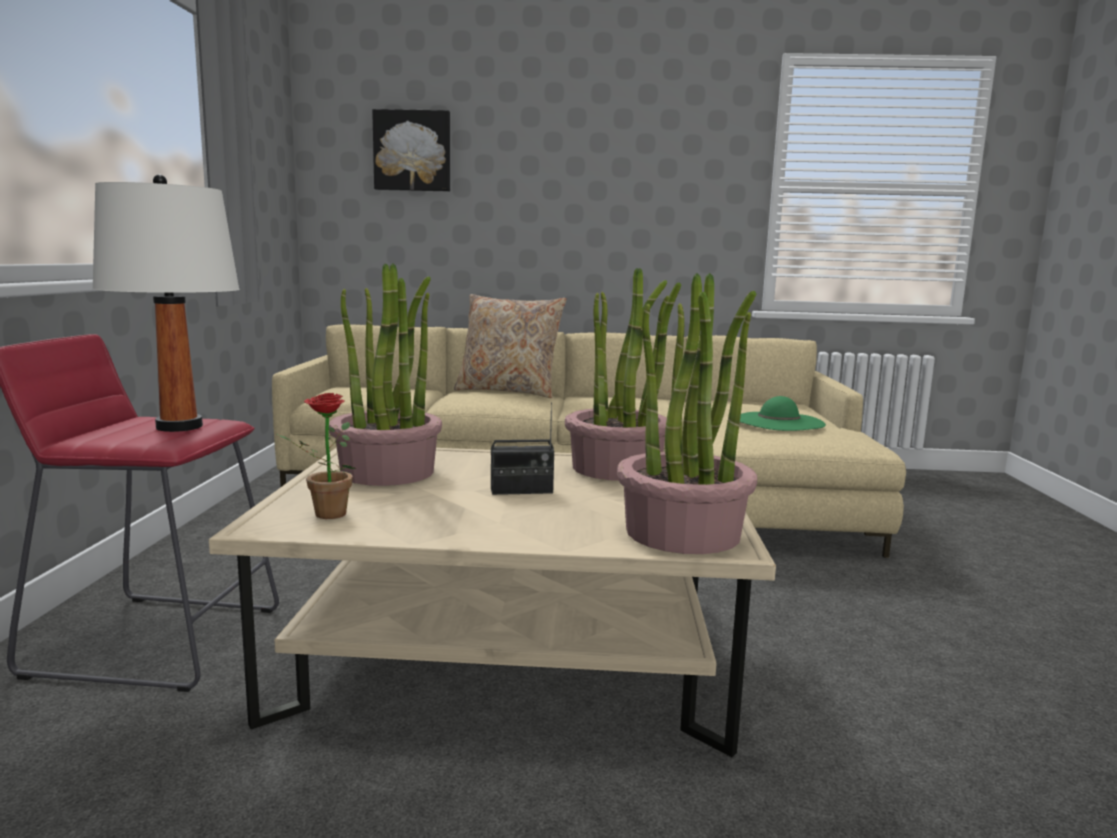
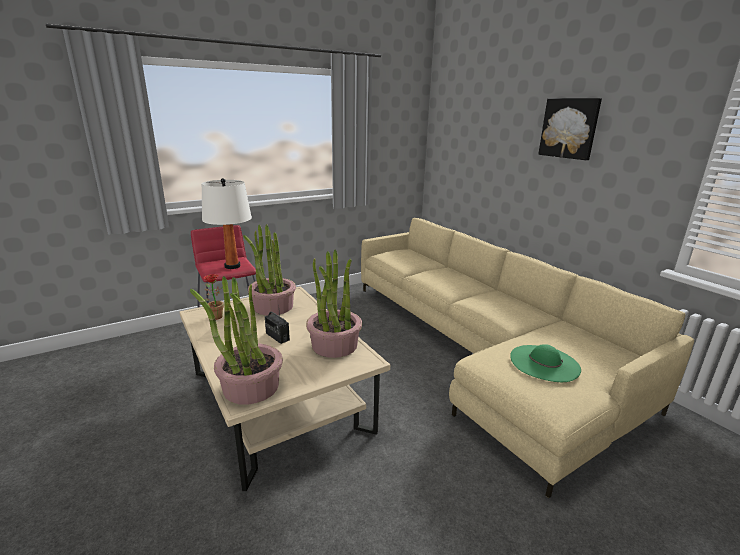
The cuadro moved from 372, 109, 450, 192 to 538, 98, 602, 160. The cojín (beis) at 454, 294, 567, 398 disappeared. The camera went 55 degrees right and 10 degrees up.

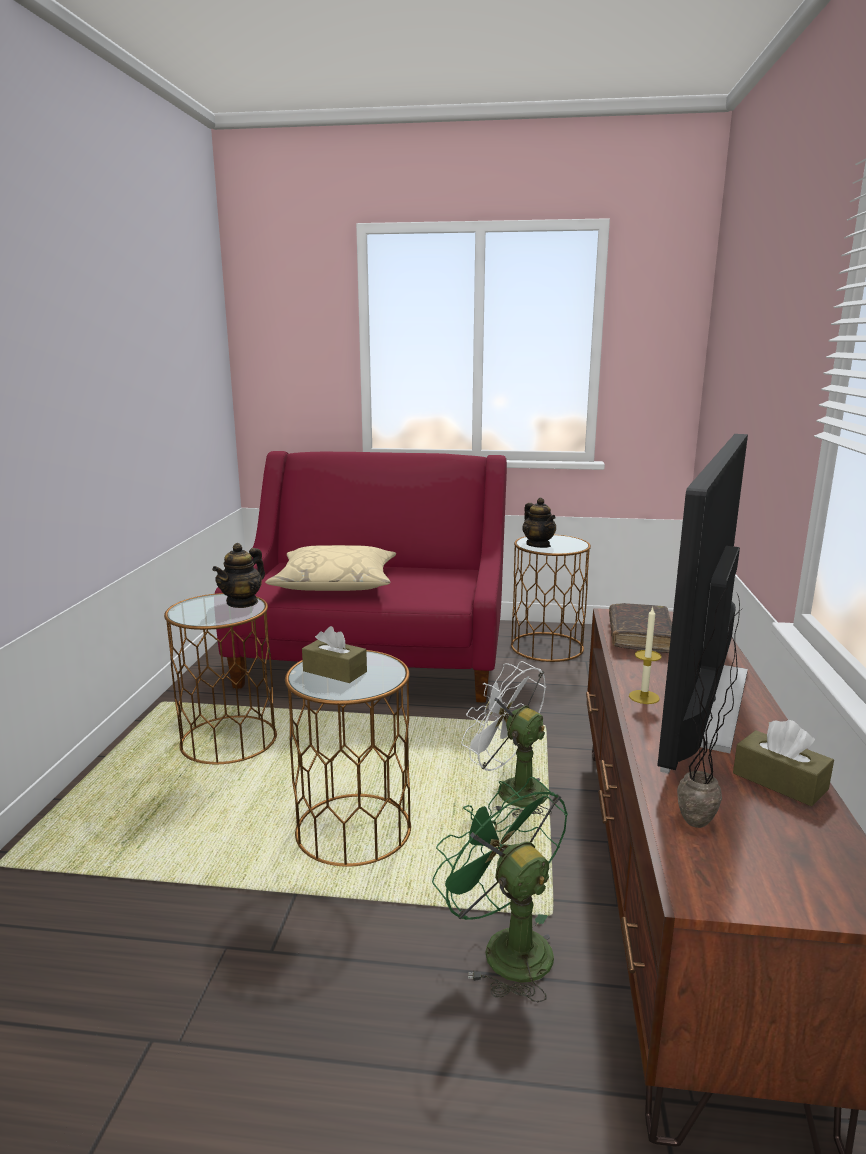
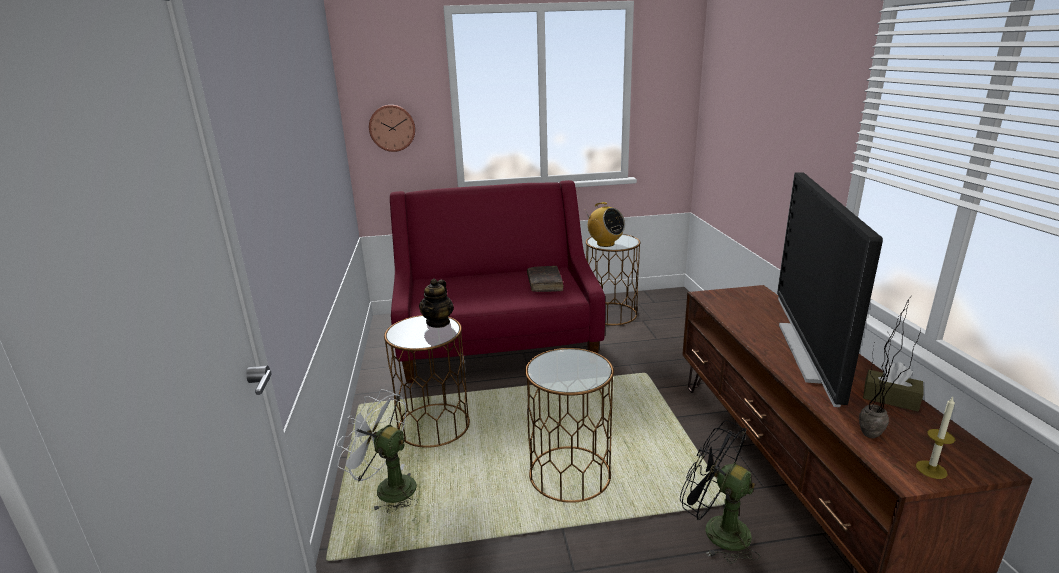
The cojín (beis) at 265, 545, 396, 591 disappeared. The caja de pañuelos (marrón) at 302, 626, 367, 683 disappeared. The ventilador (verde) at 432, 777, 568, 1003 became the ventilador (negro) at 680, 420, 760, 564. The ventilador (blanco) moved from 462, 661, 552, 816 to 337, 389, 418, 513. The tetera at 522, 498, 556, 548 was replaced by the radio at 586, 202, 625, 247. The libro (marrón) moved from 609, 603, 672, 653 to 527, 266, 563, 292. The vela moved from 629, 606, 661, 704 to 916, 397, 955, 479. The reloj de pared at 369, 105, 415, 152 appeared. The camera went 15 degrees left and 5 degrees up.

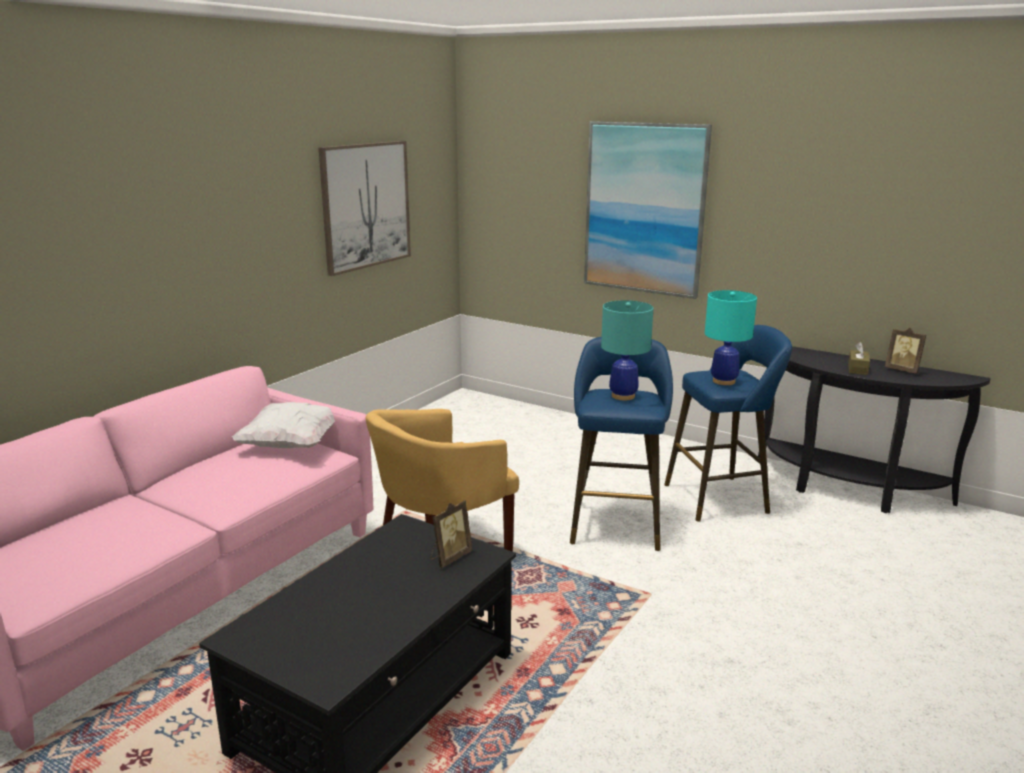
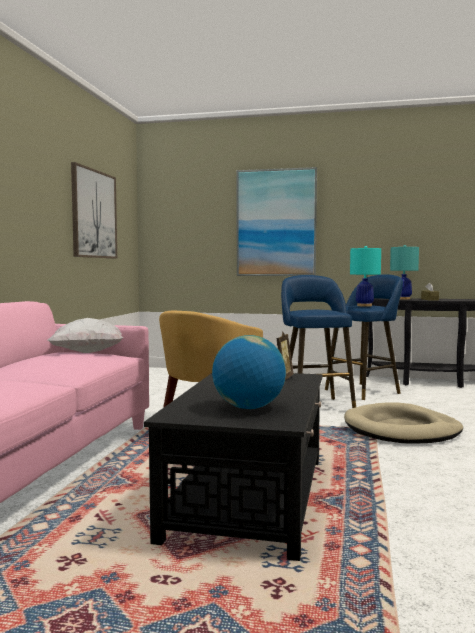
The lámpara de mesa (turquesa) moved from 601, 300, 654, 400 to 390, 245, 419, 300. The portarretratos at 885, 328, 926, 374 disappeared. The globo terráqueo at 212, 335, 286, 409 appeared. The cama para perro (beis) at 344, 402, 463, 444 appeared. The camera went 20 degrees left and 15 degrees down.

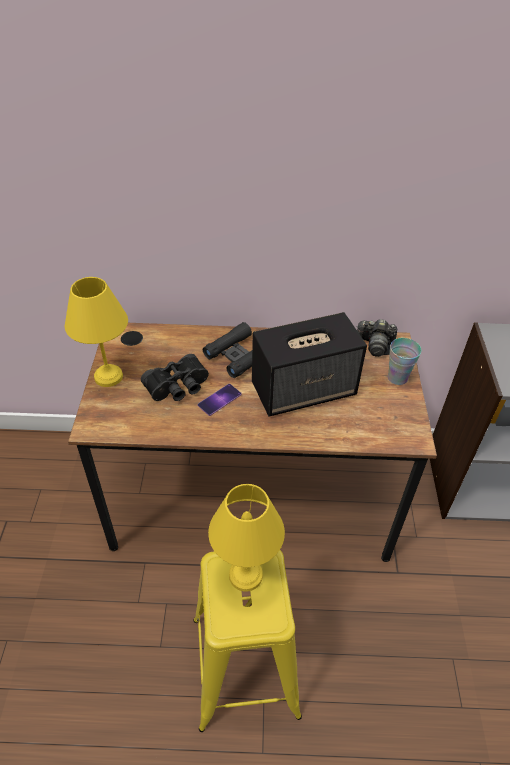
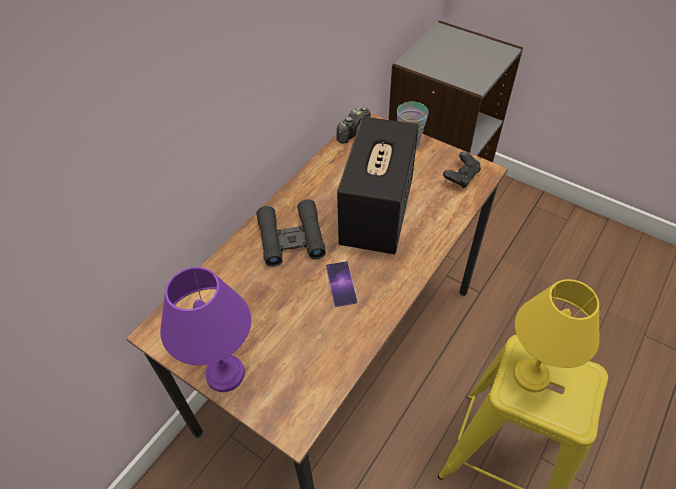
The lámpara de mesa (amarillo) at 65, 277, 128, 387 became the lámpara de mesa (morado) at 160, 267, 251, 392. The prismáticos (negro) at 141, 354, 209, 401 disappeared. The mando de consola (negro) at 443, 152, 481, 188 appeared. The camera went 55 degrees left and 5 degrees up.

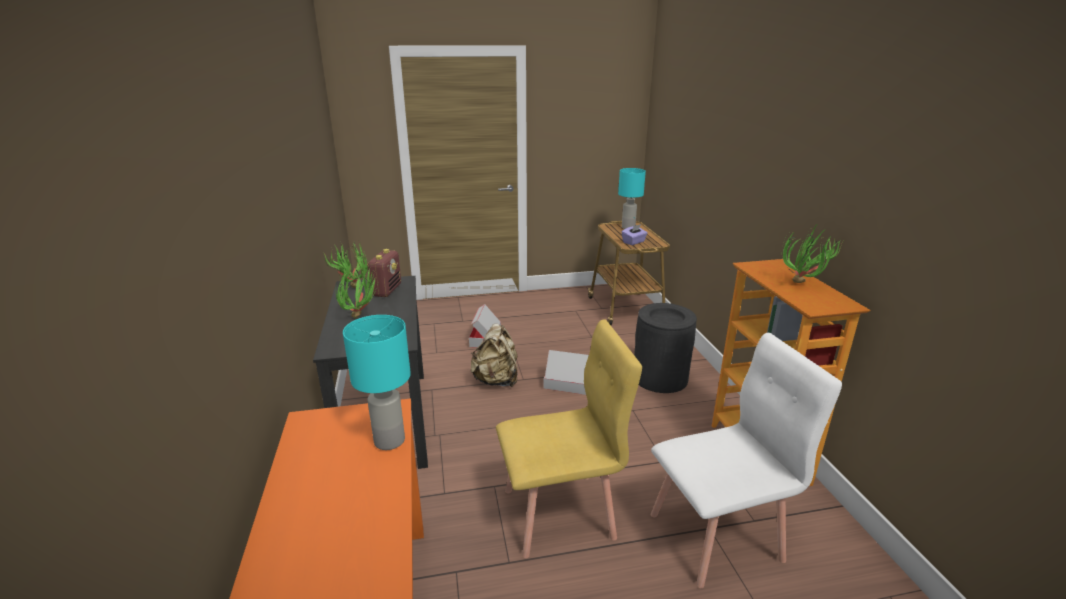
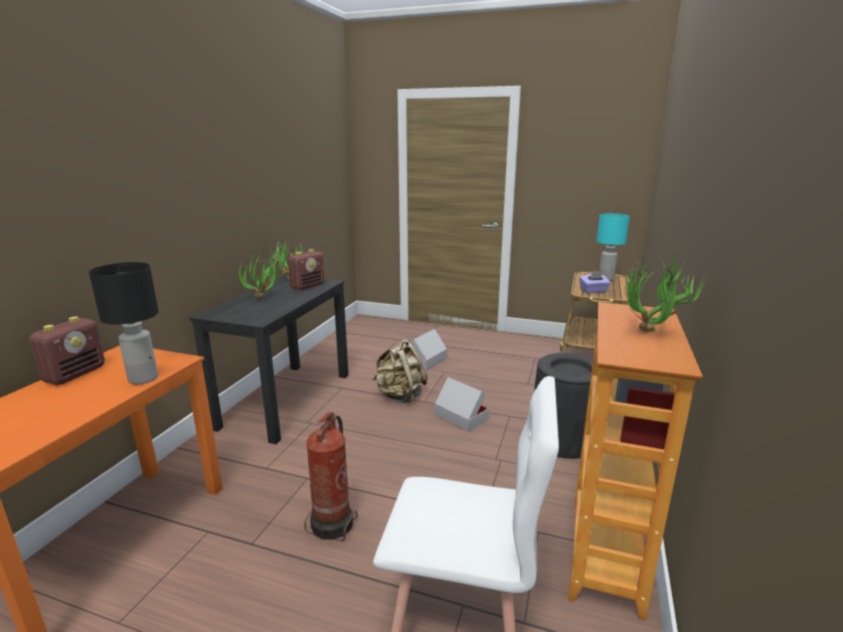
The lámpara de mesa (turquesa) at 343, 315, 411, 450 became the lámpara de mesa (negro) at 89, 262, 159, 385. The silla (amarillo) at 496, 320, 642, 558 was replaced by the extintor at 304, 412, 358, 541. The radio at 29, 316, 105, 385 appeared. The camera went 30 degrees right and 5 degrees down.

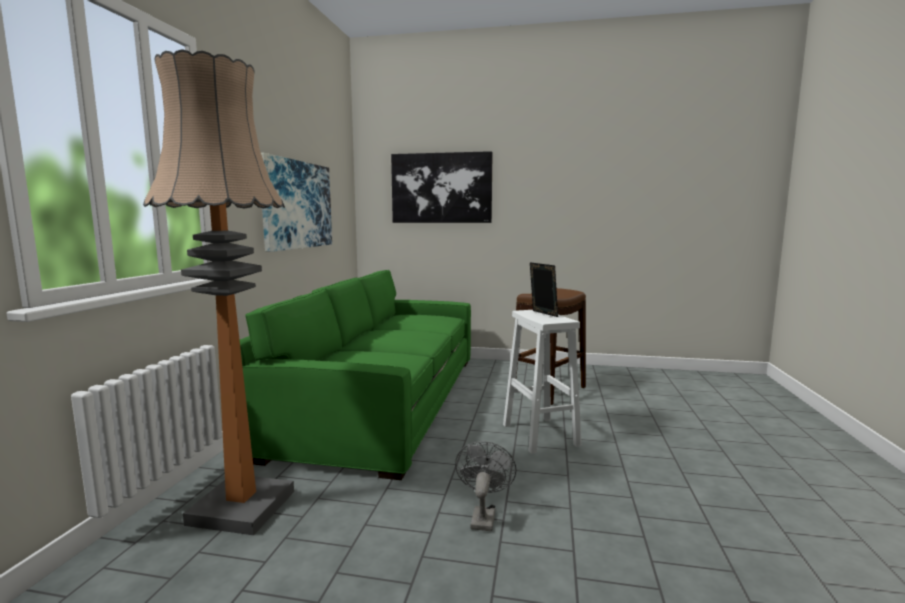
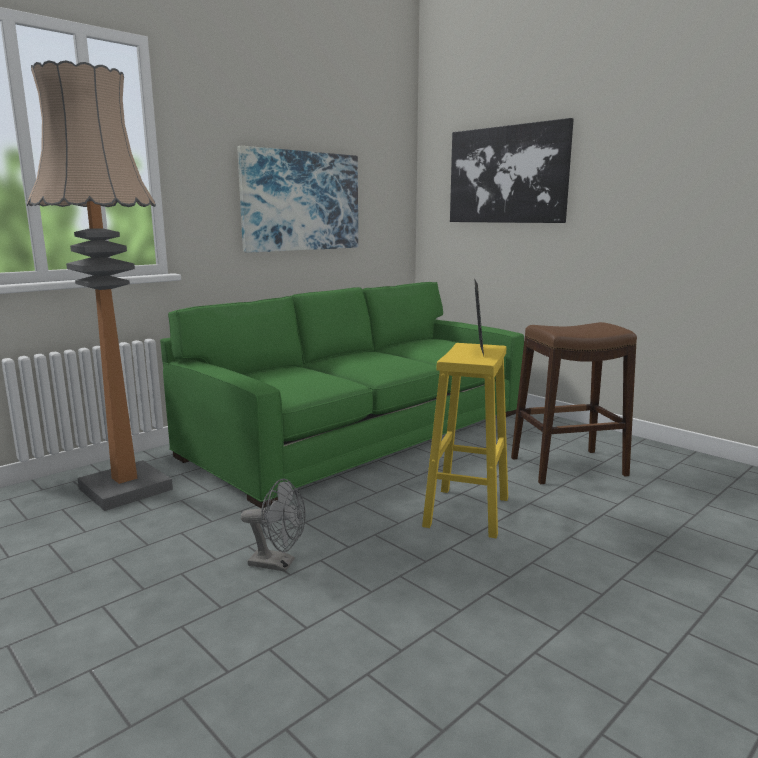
The ventilador (gris) at 455, 441, 517, 531 turned 60 degrees clockwise. The taburete (blanco) at 503, 310, 582, 454 became the taburete (amarillo) at 422, 343, 508, 538. The camera went 35 degrees right and 5 degrees up.

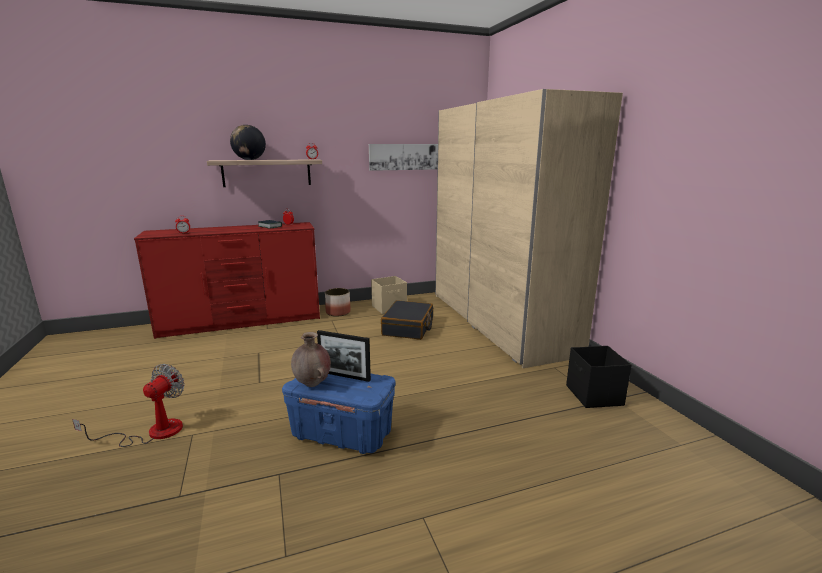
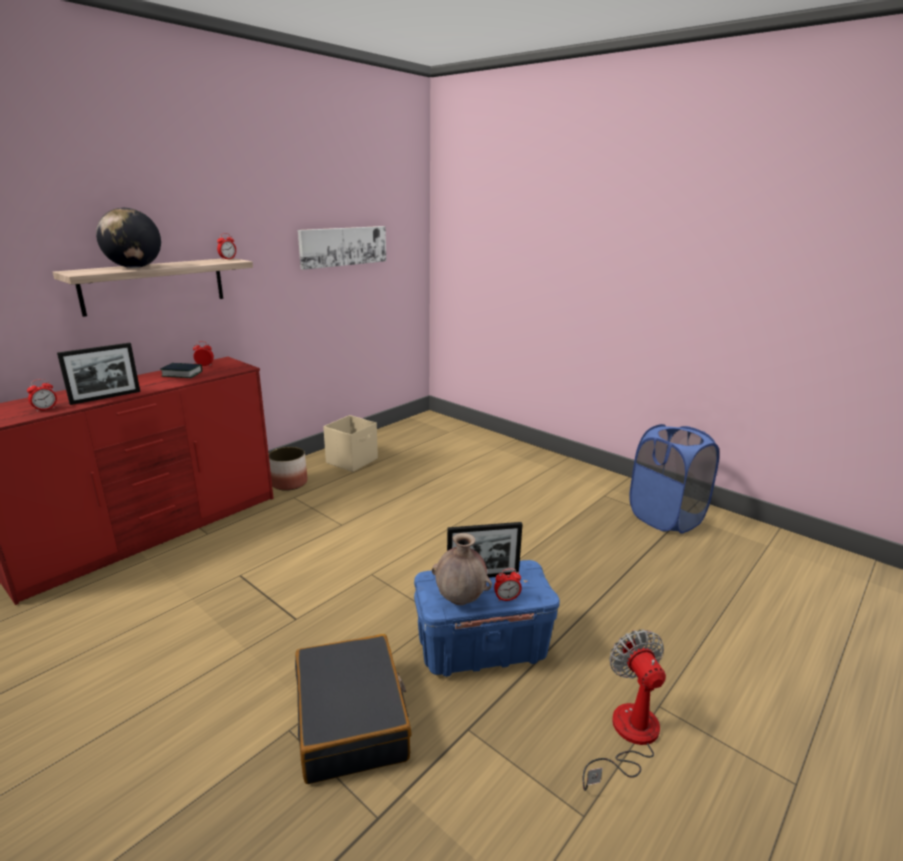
The ventilador moved from 72, 364, 185, 447 to 582, 630, 666, 791. The maleta (negro) moved from 381, 300, 433, 340 to 295, 634, 411, 784. The armario ropero (beis) at 435, 89, 623, 368 disappeared. The caja de almacenaje (negro) at 566, 346, 632, 408 was replaced by the cesto de la ropa (azul) at 629, 424, 719, 534. The portarretratos at 57, 343, 140, 405 appeared. The despertador at 494, 569, 522, 601 appeared. The camera went 30 degrees left and 5 degrees up.

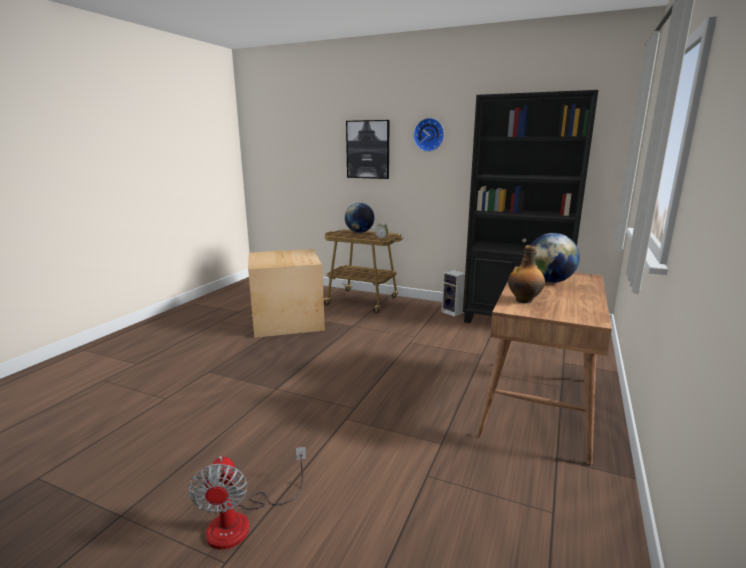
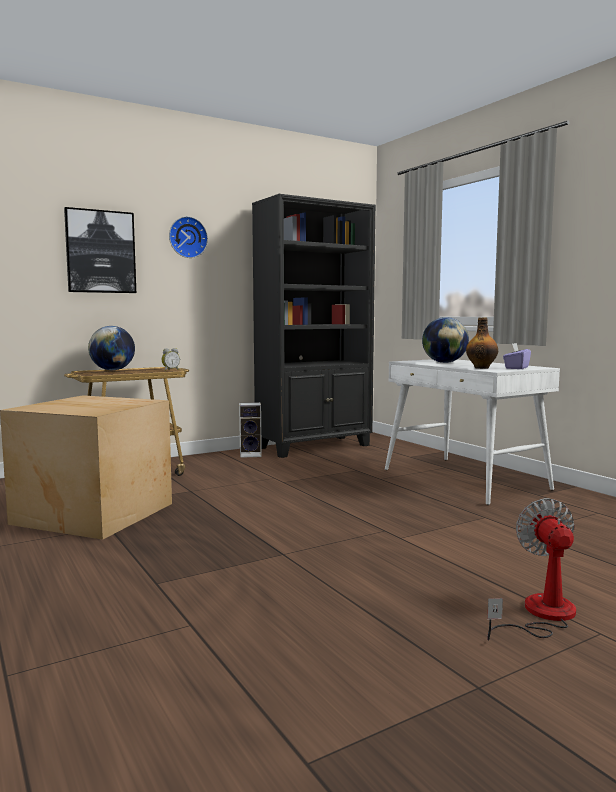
The ventilador at 188, 447, 306, 550 turned 120 degrees counterclockwise. The escritorio (marrón) at 477, 266, 612, 465 became the escritorio (blanco) at 385, 359, 560, 505. The caja de pañuelos (morado) at 503, 343, 531, 369 appeared. The camera went 55 degrees left and 10 degrees down.

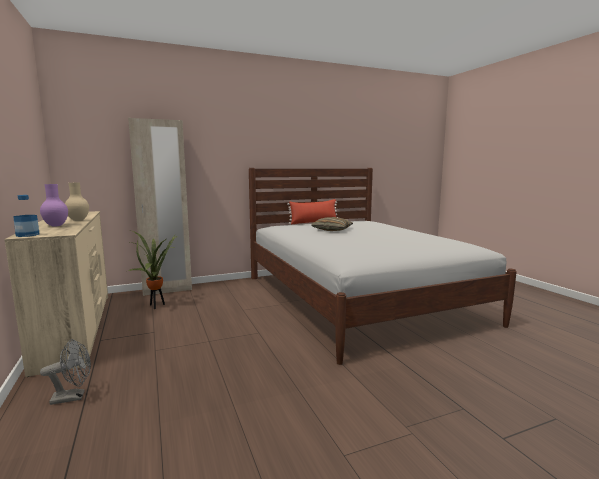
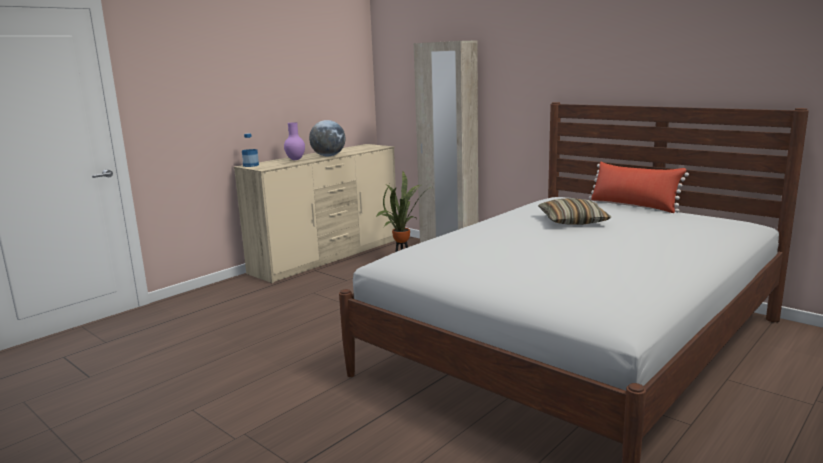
The ventilador (gris) at 40, 339, 91, 405 disappeared. The florero (beis) at 65, 183, 89, 221 was replaced by the globo terráqueo at 309, 120, 346, 156. The camera went 65 degrees right and 5 degrees up.

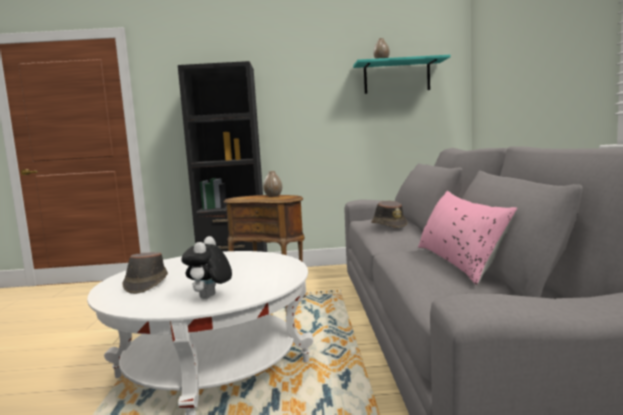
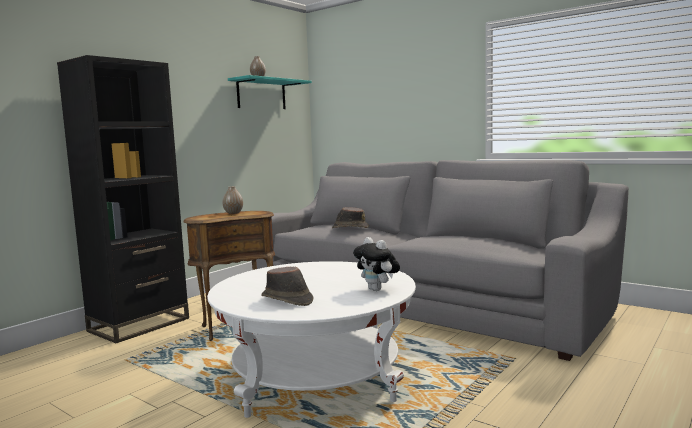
The cojín (rosa) at 418, 191, 518, 285 disappeared. The camera went 50 degrees left and 0 degrees up.

